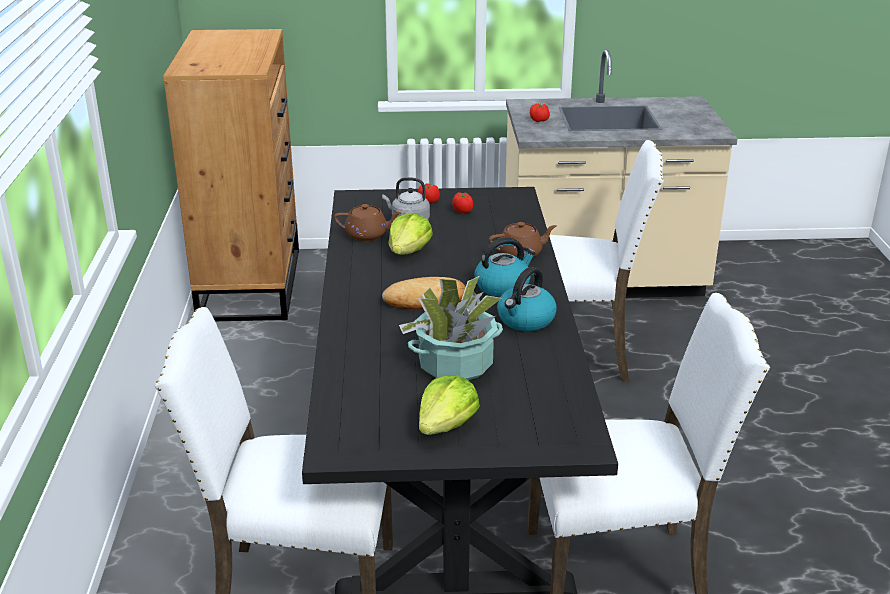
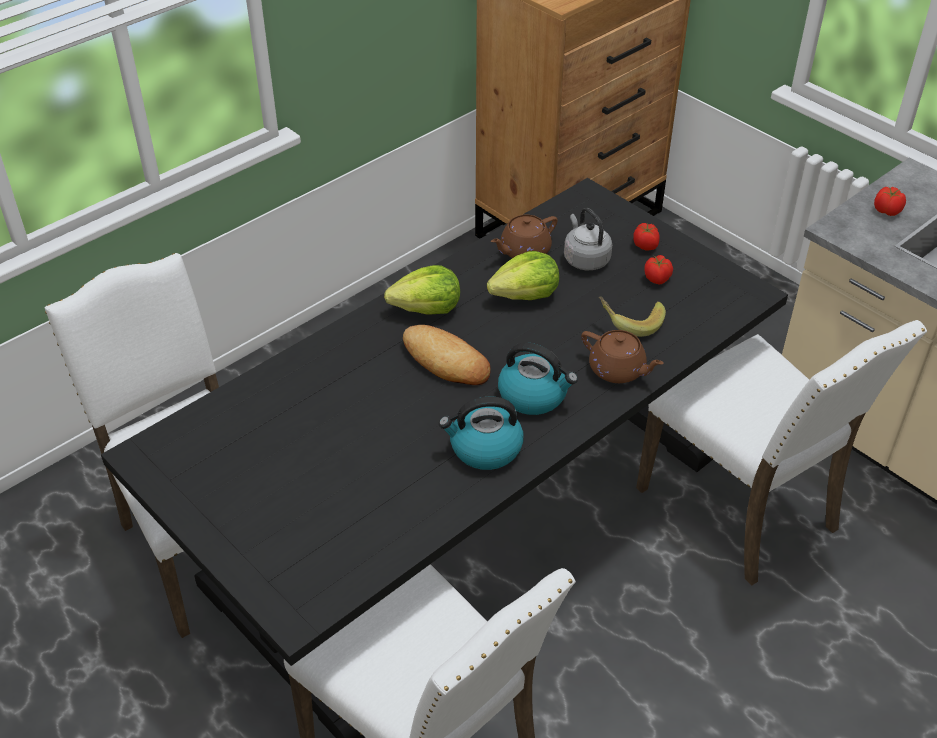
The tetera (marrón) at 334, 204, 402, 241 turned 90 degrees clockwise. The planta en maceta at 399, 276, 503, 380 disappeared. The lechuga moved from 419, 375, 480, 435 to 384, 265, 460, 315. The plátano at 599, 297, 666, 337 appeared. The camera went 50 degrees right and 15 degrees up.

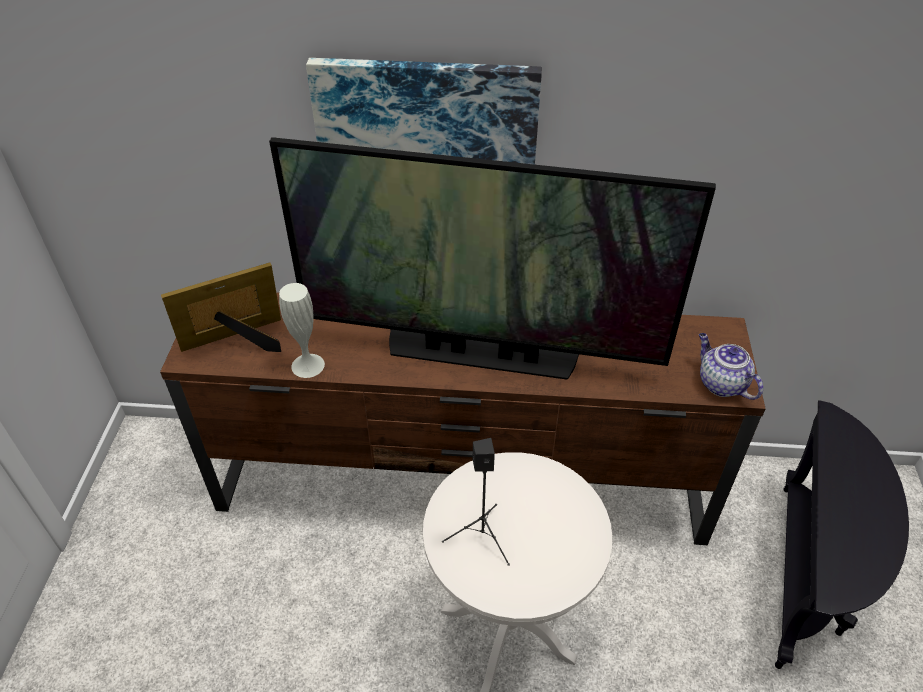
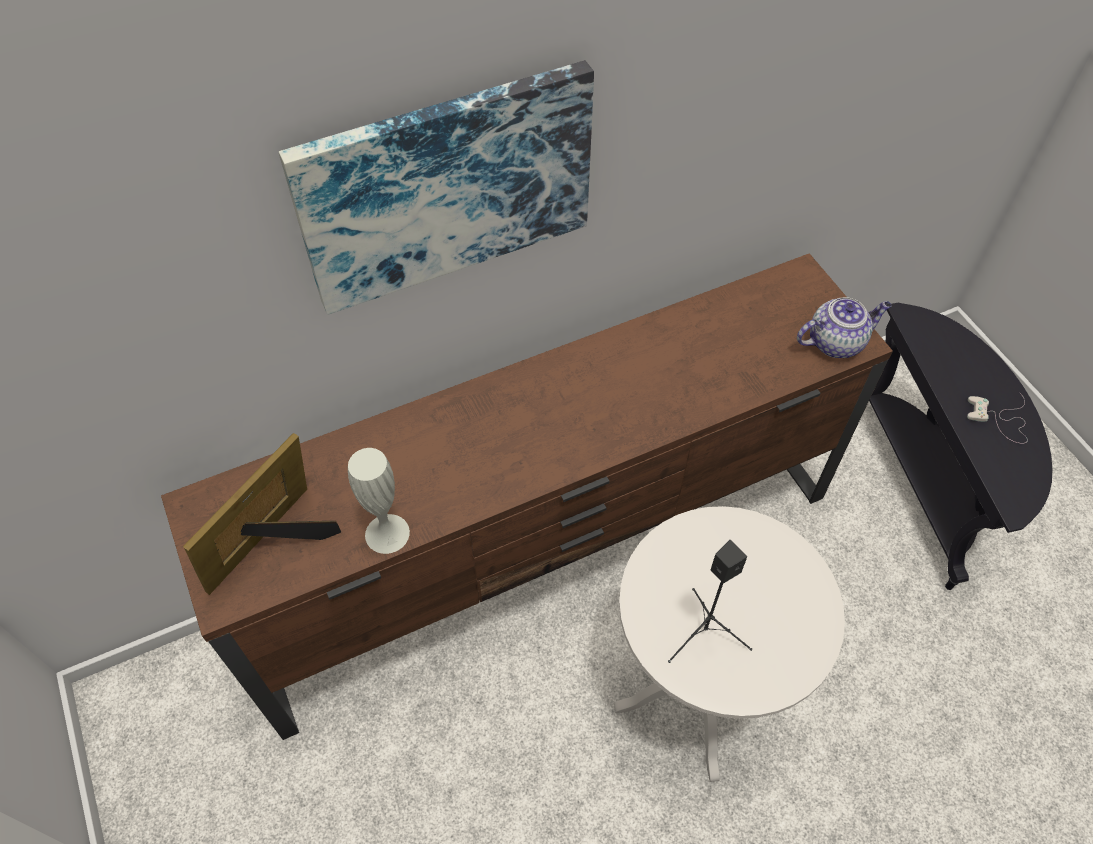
The televisor at 269, 137, 716, 380 disappeared. The tetera at 699, 333, 763, 400 turned 135 degrees clockwise. The mando de consola (blanco) at 967, 392, 1028, 444 appeared. The camera went 30 degrees left and 10 degrees up.

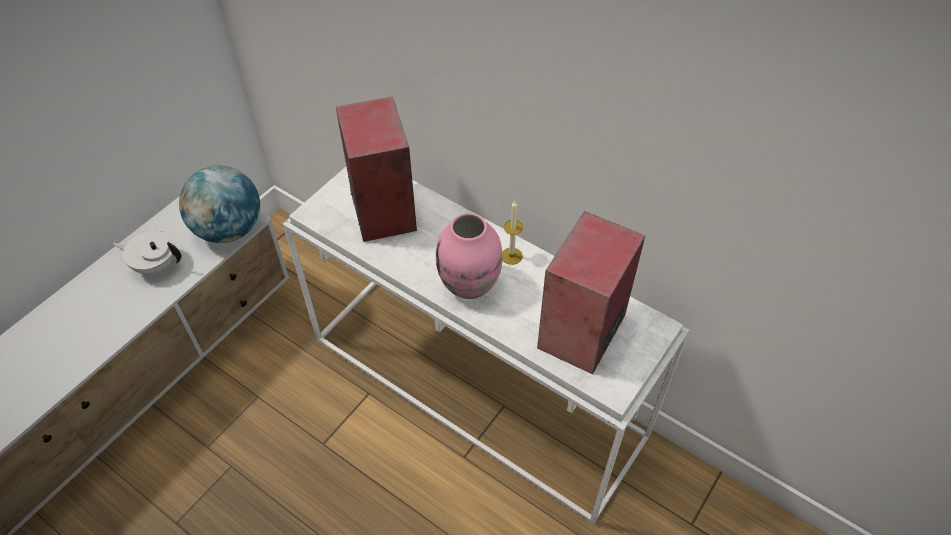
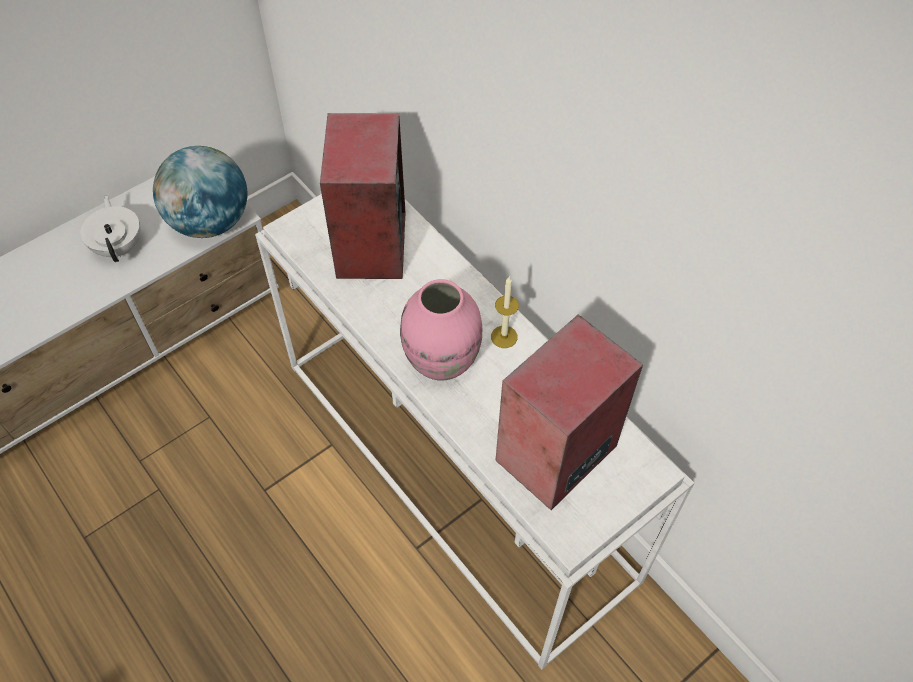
The tetera (blanco) at 113, 231, 182, 275 turned 45 degrees clockwise. The camera went 15 degrees right and 5 degrees up.

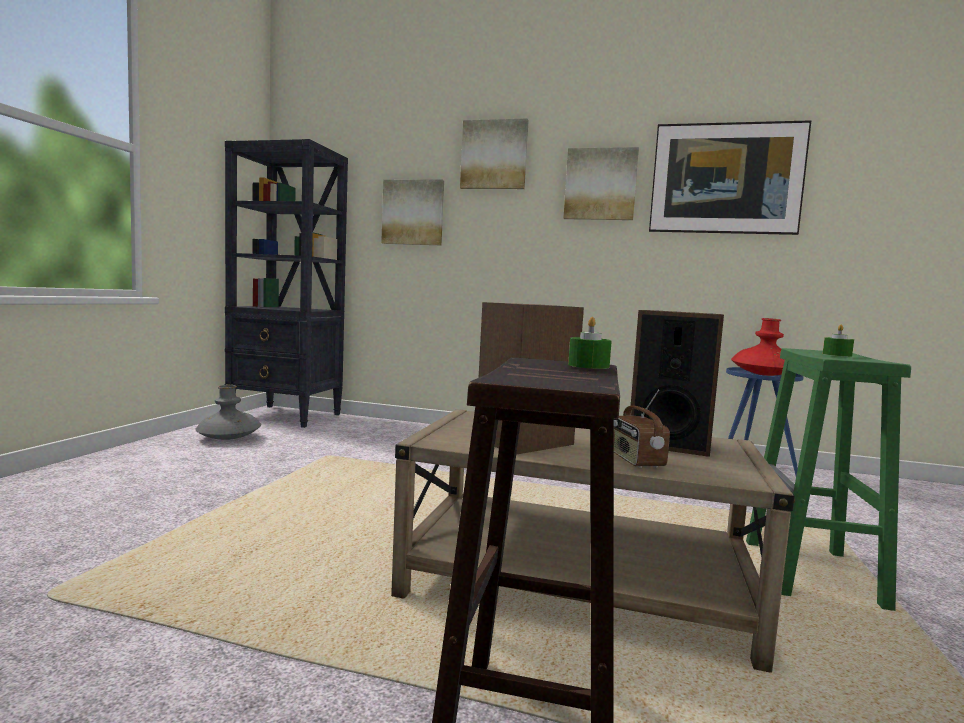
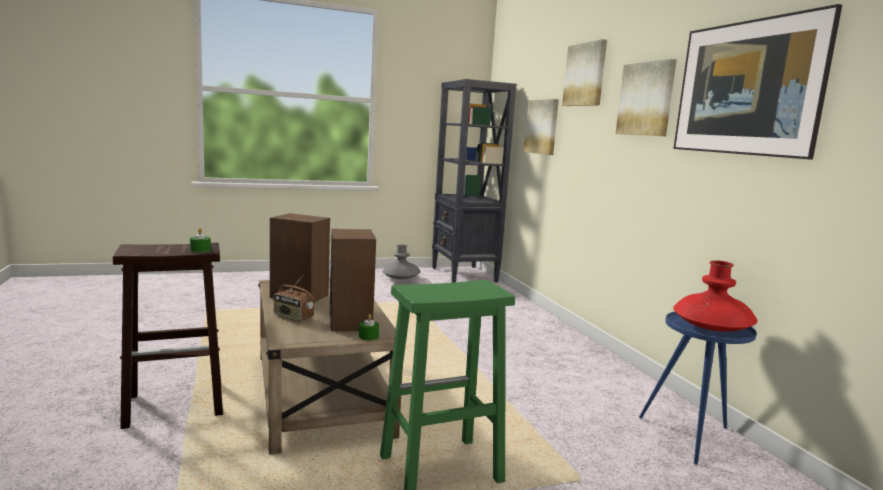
The radio at 614, 389, 670, 468 turned 105 degrees counterclockwise. The vela (verde) moved from 823, 325, 854, 357 to 359, 314, 379, 340. The camera went 55 degrees right and 5 degrees up.

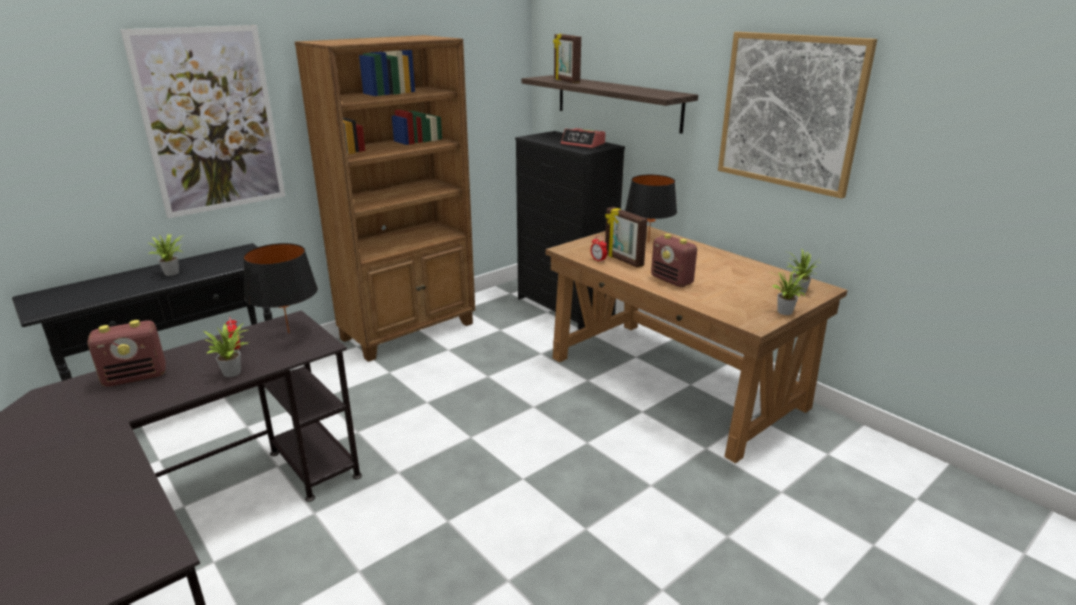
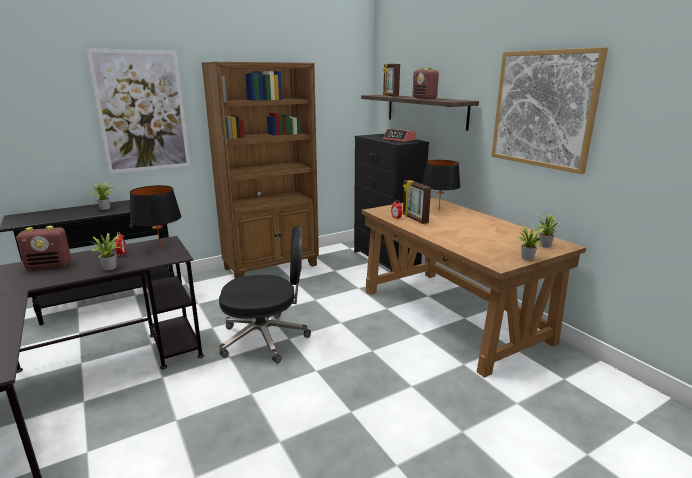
The radio moved from 651, 234, 698, 287 to 413, 68, 440, 99. The silla de oficina (negro) at 219, 226, 311, 363 appeared. The camera went 10 degrees right and 5 degrees down.

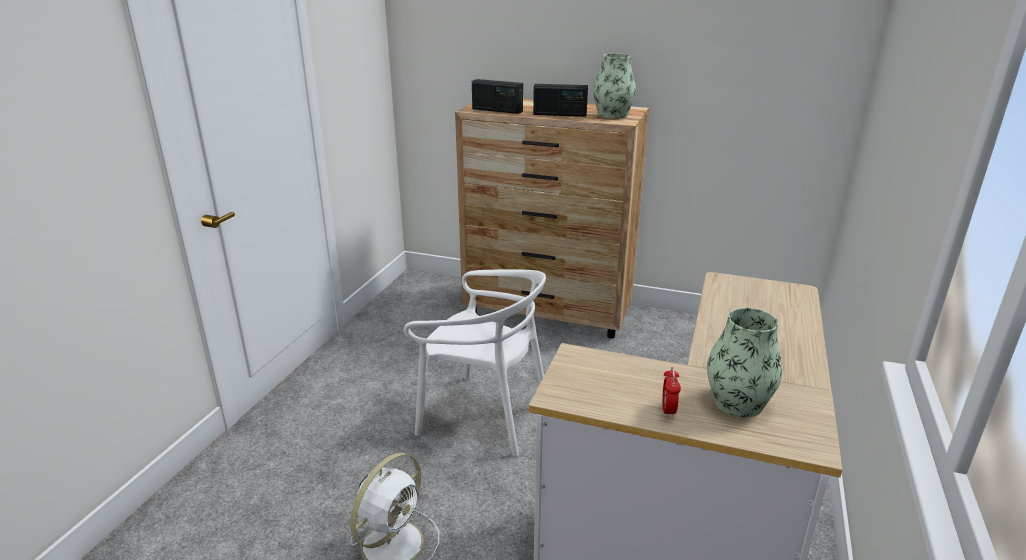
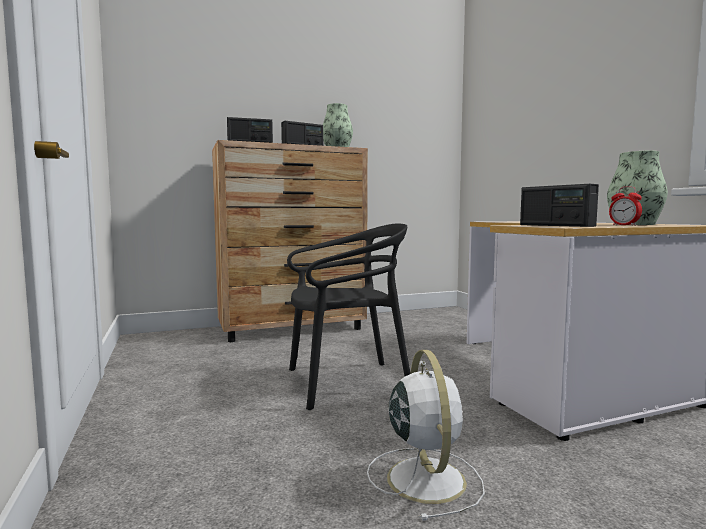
The silla (blanco) at 404, 269, 546, 457 became the silla (negro) at 287, 223, 410, 410. The radio at 520, 184, 599, 227 appeared. The camera went 40 degrees left and 20 degrees down.

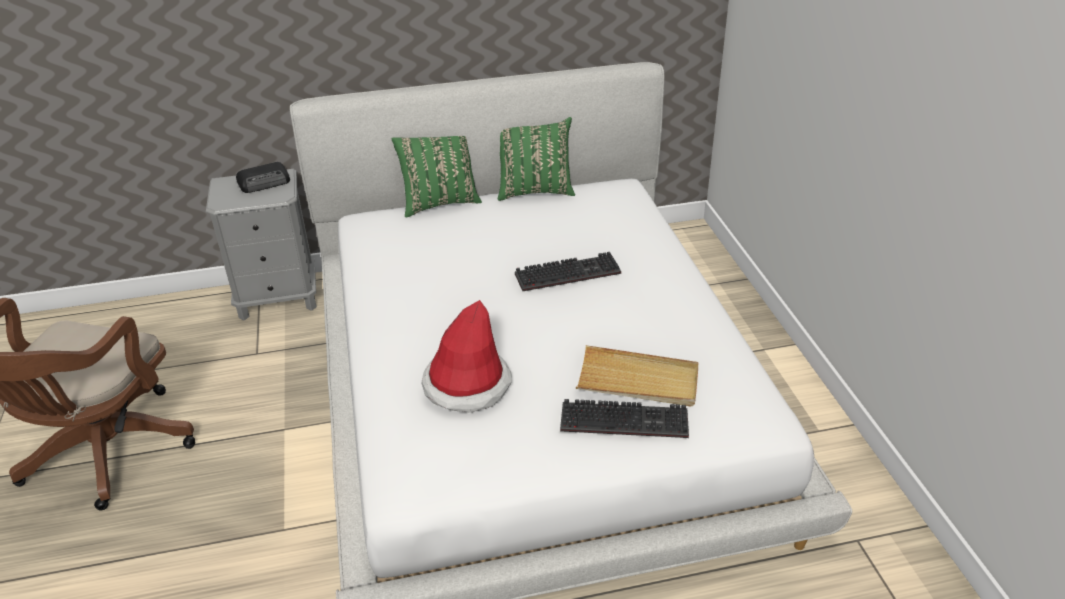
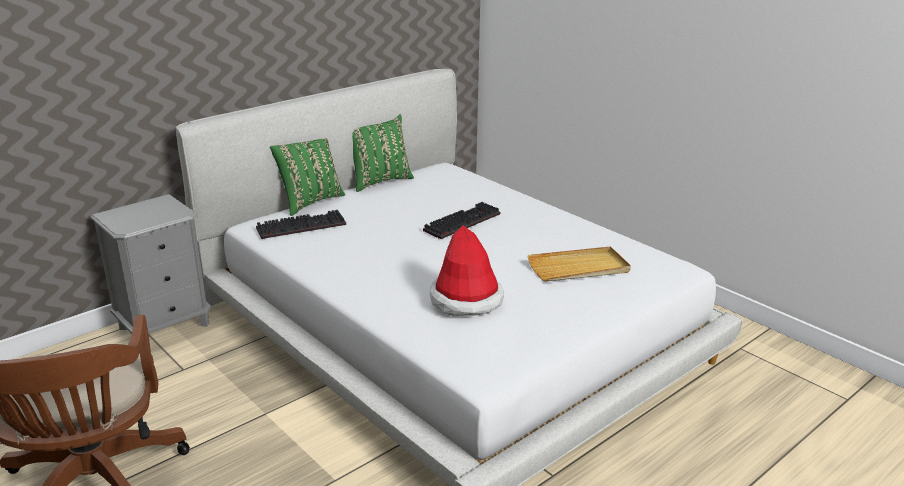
The radio at 236, 162, 290, 193 disappeared. The teclado moved from 560, 399, 689, 438 to 256, 210, 346, 239. The camera went 30 degrees left and 10 degrees down.

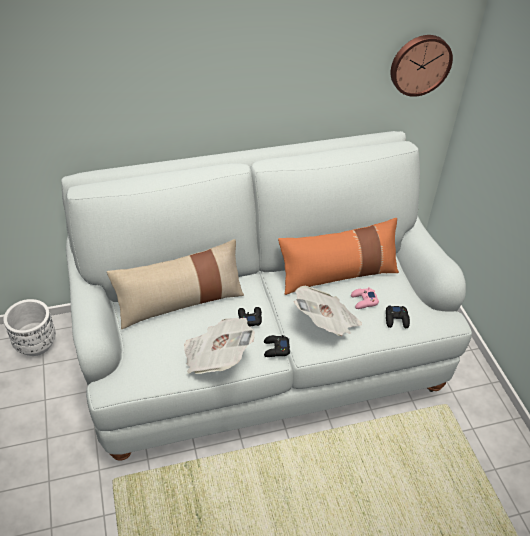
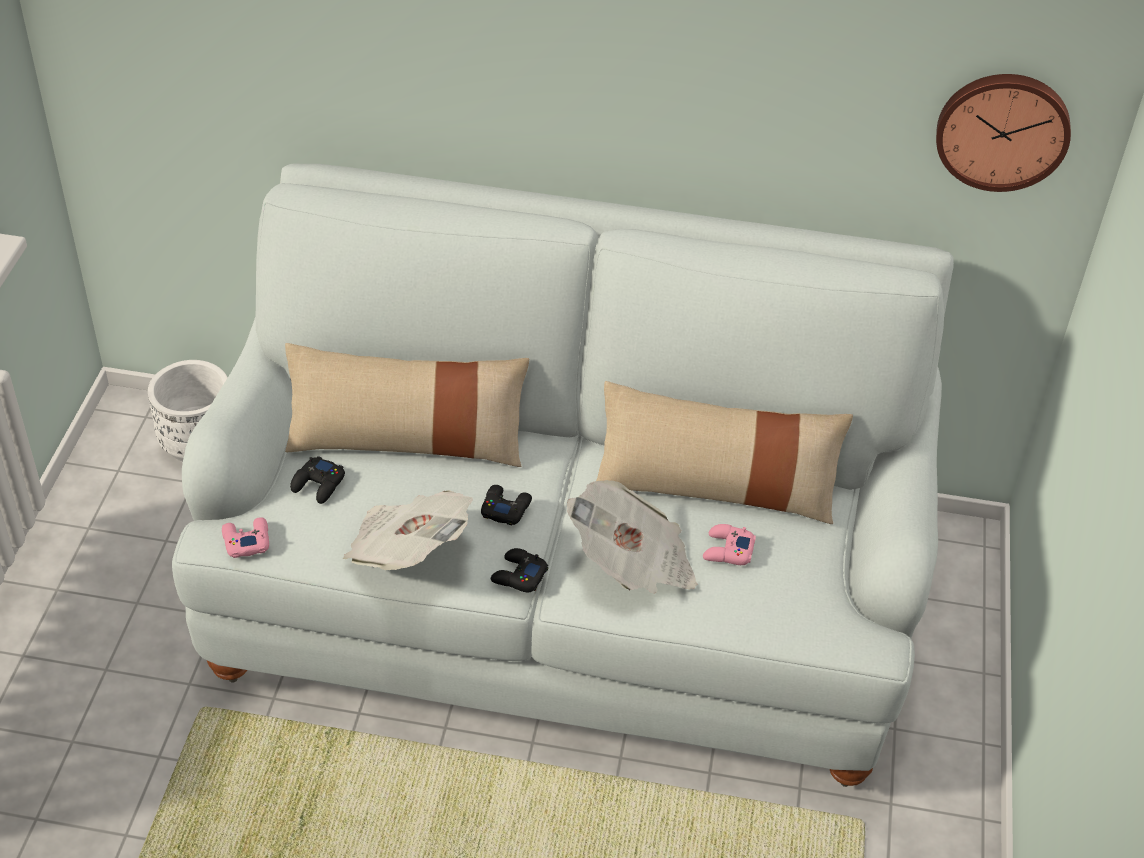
The cojín (naranja) at 278, 218, 399, 295 became the cojín (beis) at 596, 381, 853, 524. The mando de consola (negro) moved from 386, 306, 410, 328 to 290, 456, 345, 504. The mando de consola (rosa) at 222, 517, 269, 558 appeared. The camera went 25 degrees right and 0 degrees up.

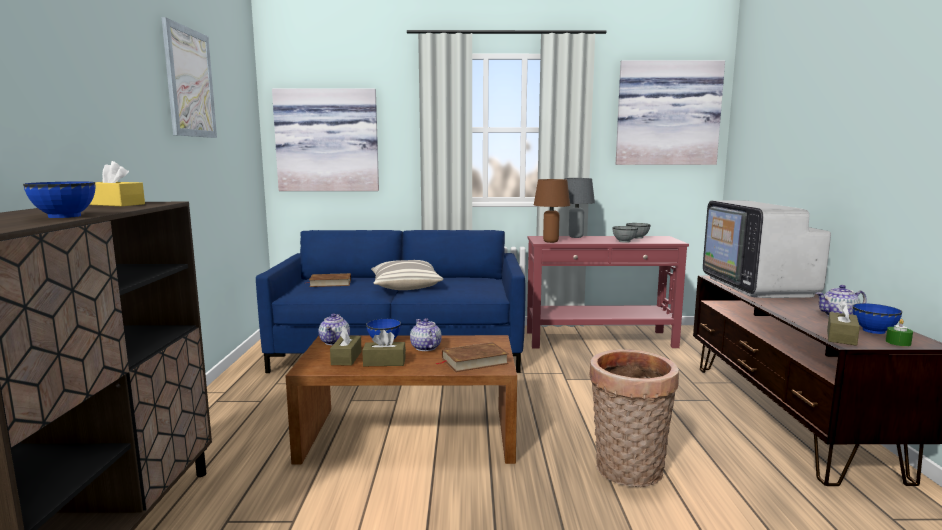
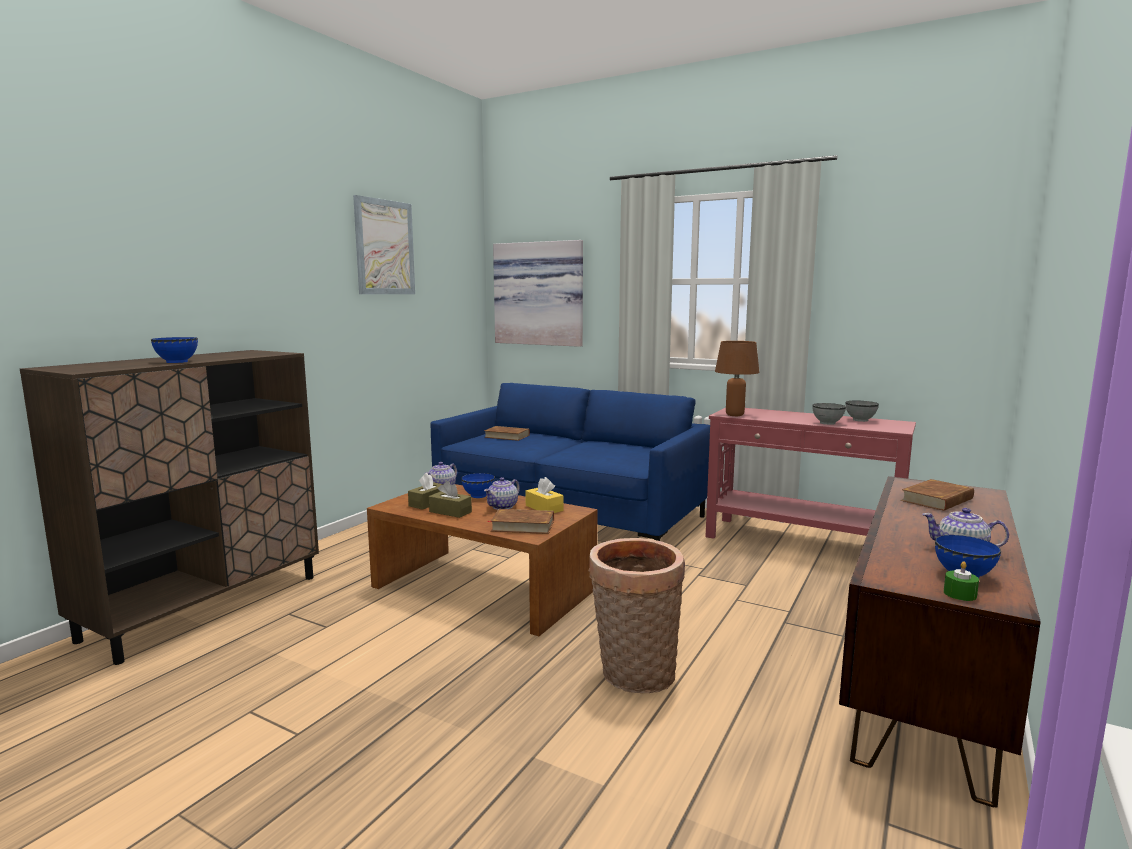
The caja de pañuelos (amarillo) moved from 89, 161, 145, 206 to 525, 477, 564, 513. The cojín at 371, 260, 443, 290 disappeared. The tetera at 410, 318, 442, 351 turned 150 degrees counterclockwise. The lámpara de mesa (gris) at 564, 178, 595, 238 disappeared. The cuadro at 616, 61, 725, 165 disappeared. The televisor at 703, 200, 831, 298 was replaced by the libro (marrón) at 901, 479, 974, 511. The caja de pañuelos (marrón) at 827, 300, 860, 346 disappeared. The camera went 30 degrees right and 0 degrees up.

